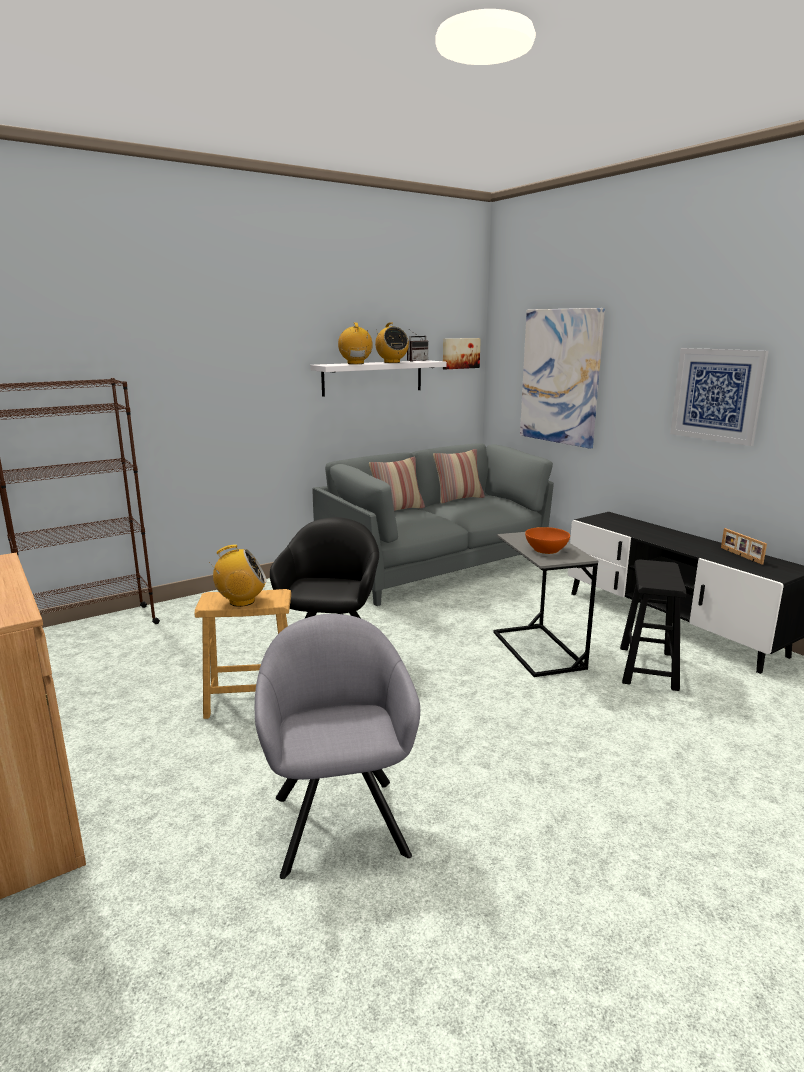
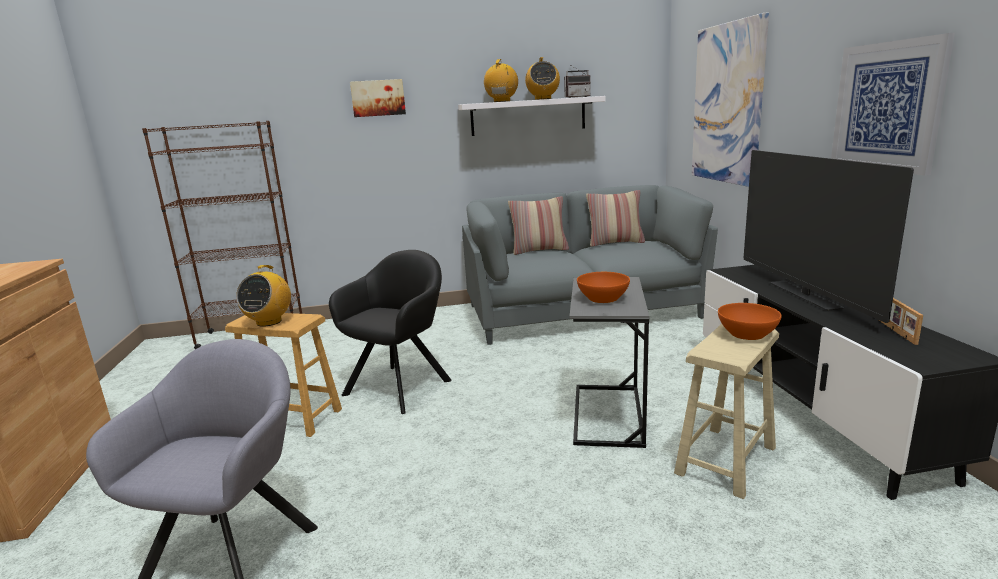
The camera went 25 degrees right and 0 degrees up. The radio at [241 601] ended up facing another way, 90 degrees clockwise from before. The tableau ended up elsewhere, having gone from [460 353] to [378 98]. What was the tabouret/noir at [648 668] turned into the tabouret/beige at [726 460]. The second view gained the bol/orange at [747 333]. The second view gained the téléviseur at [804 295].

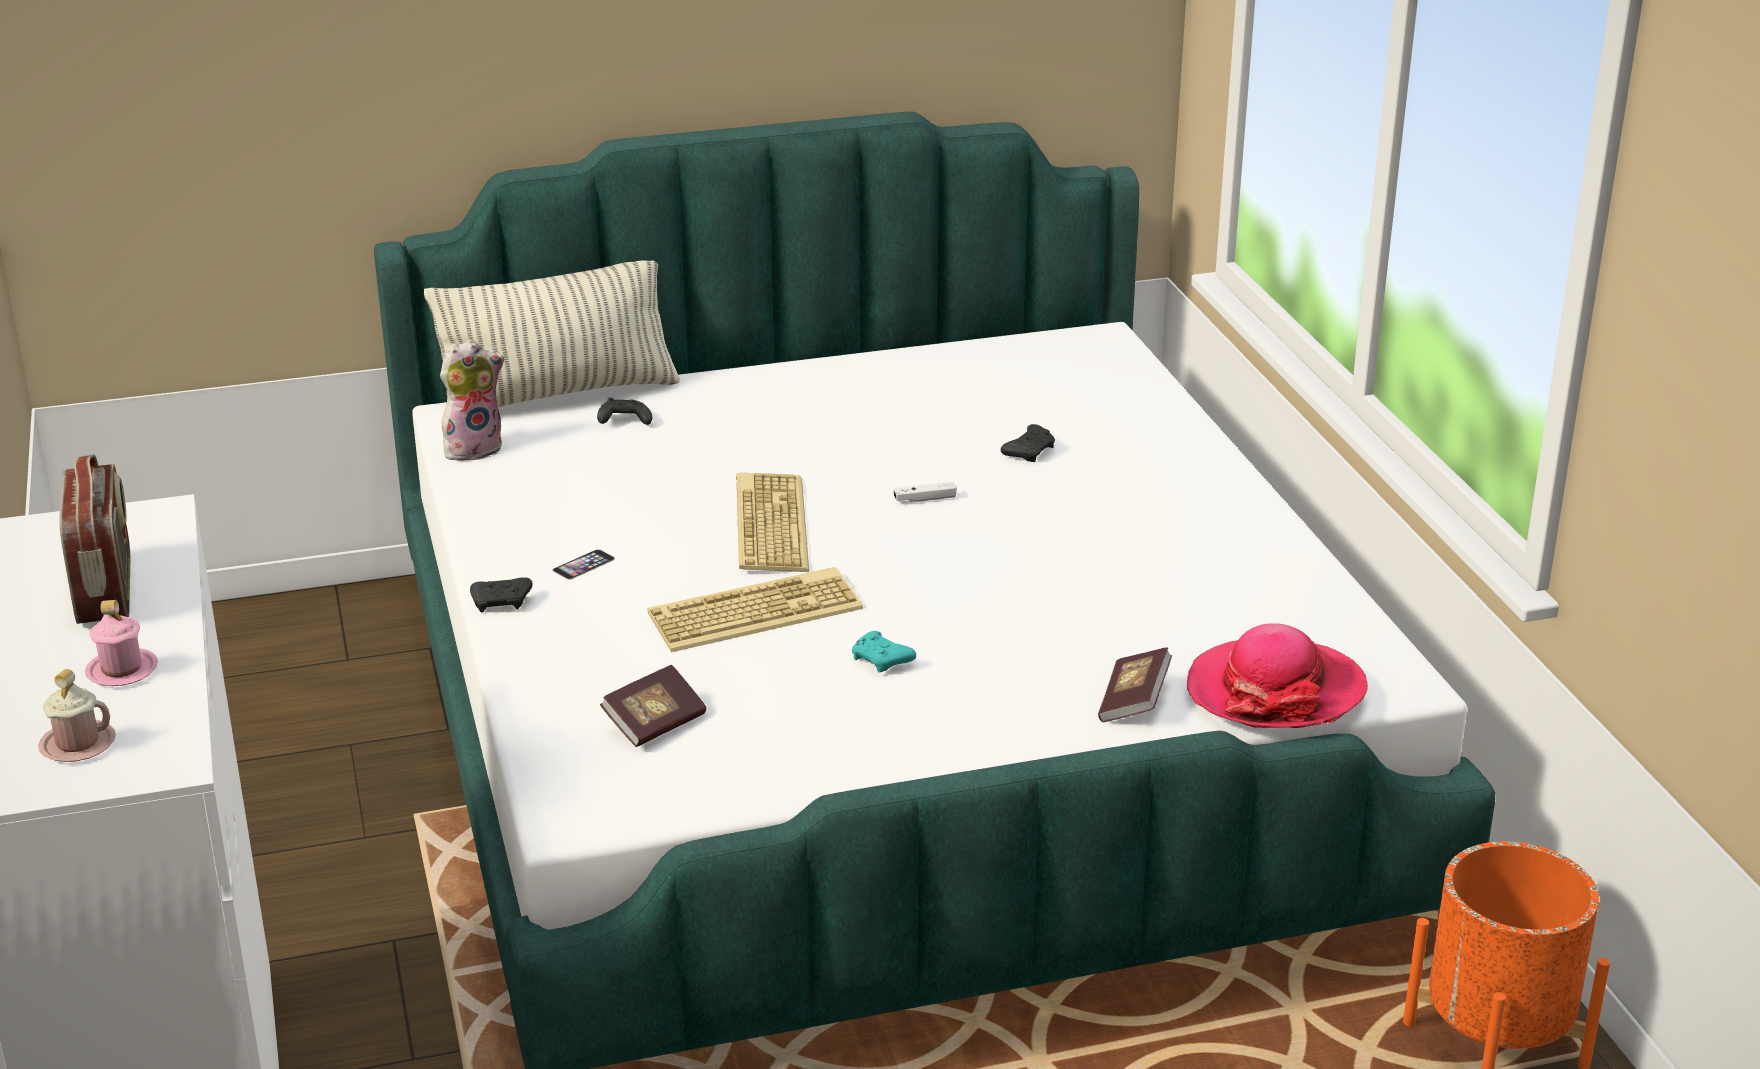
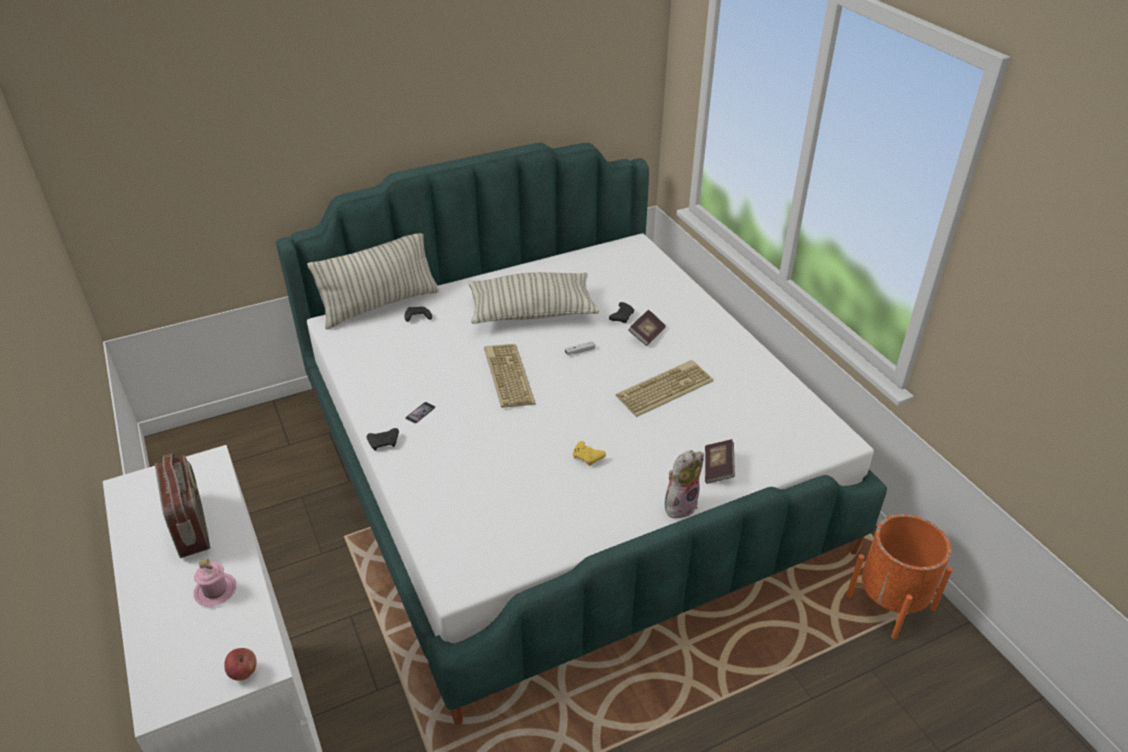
The camera went 10 degrees left and 10 degrees up. The second view lost the mug/rose at [78 744]. The peluche ended up elsewhere, having gone from [474 448] to [680 504]. The livre ended up elsewhere, having gone from [655 724] to [646 334]. The clavier ended up elsewhere, having gone from [755 610] to [664 388]. What was the manette/turquoise at [882 661] turned into the manette/jaune at [588 457]. The second view lost the chapeau at [1275 691]. The second view gained the pomme at [243 672]. The second view gained the coussin at [532 312].

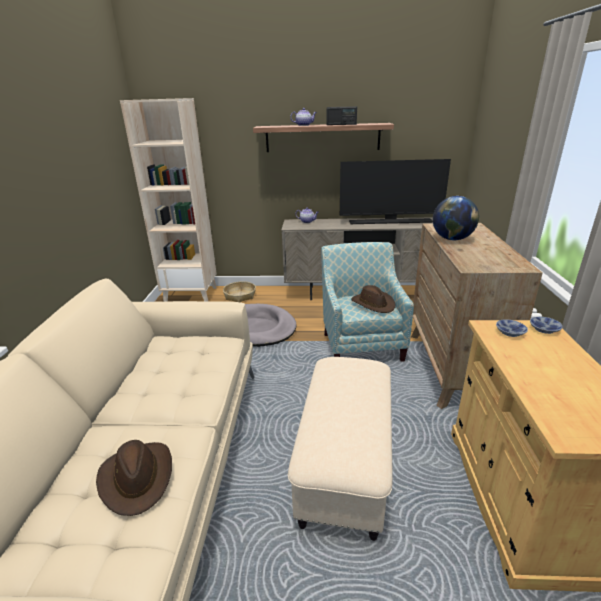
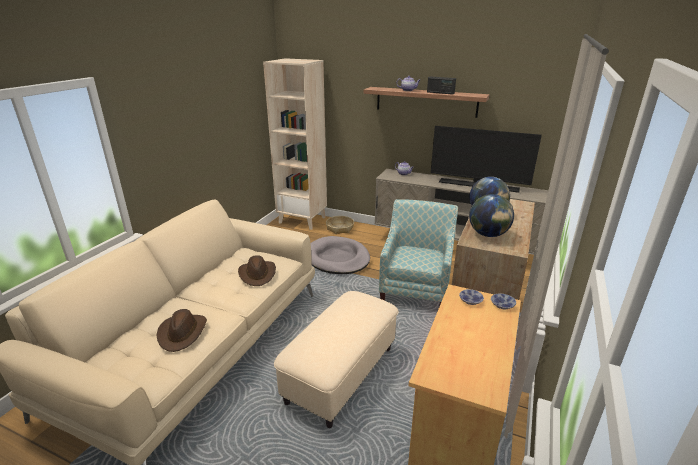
The camera went 20 degrees right and 0 degrees up. The chapeau/marron ended up elsewhere, having gone from [373 304] to [257 274]. The second view gained the globe at [488 235].

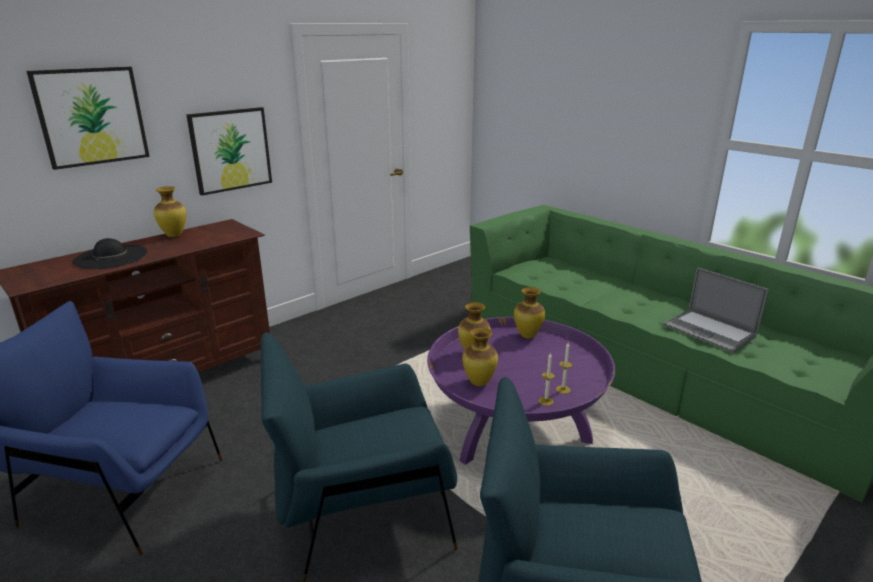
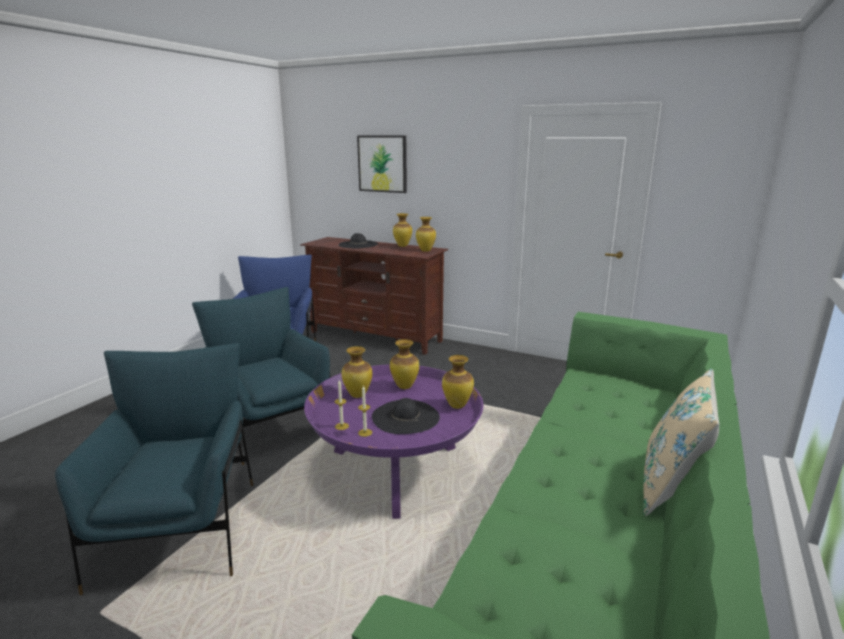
The camera went 70 degrees right and 5 degrees down. The second view lost the tableau at [230 150]. The second view lost the ordinateur portable at [709 330]. The second view gained the chapeau/noir at [405 417]. The second view gained the vase at [425 250]. The second view gained the coussin/beige at [670 486].

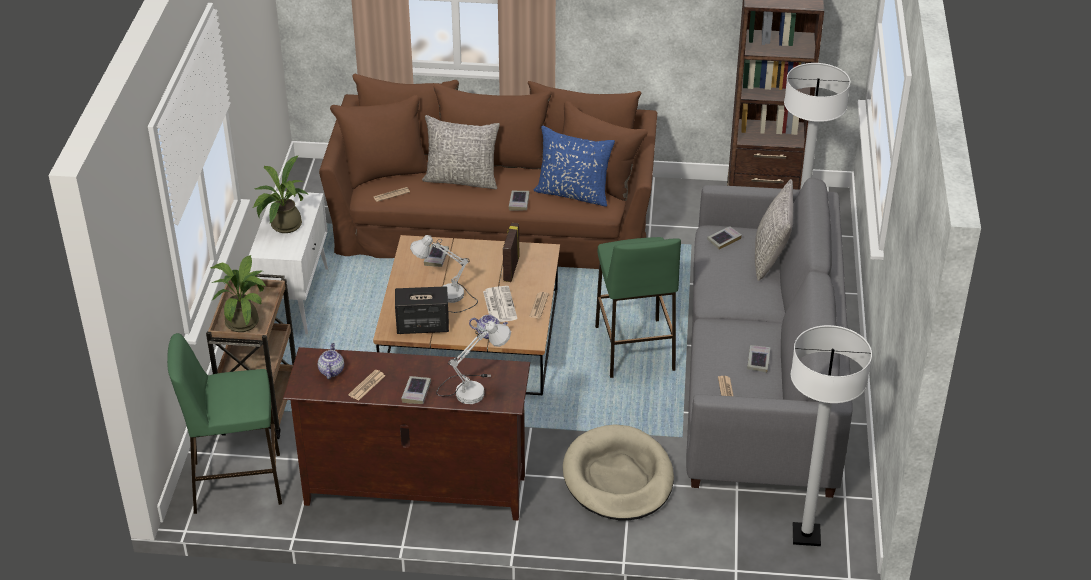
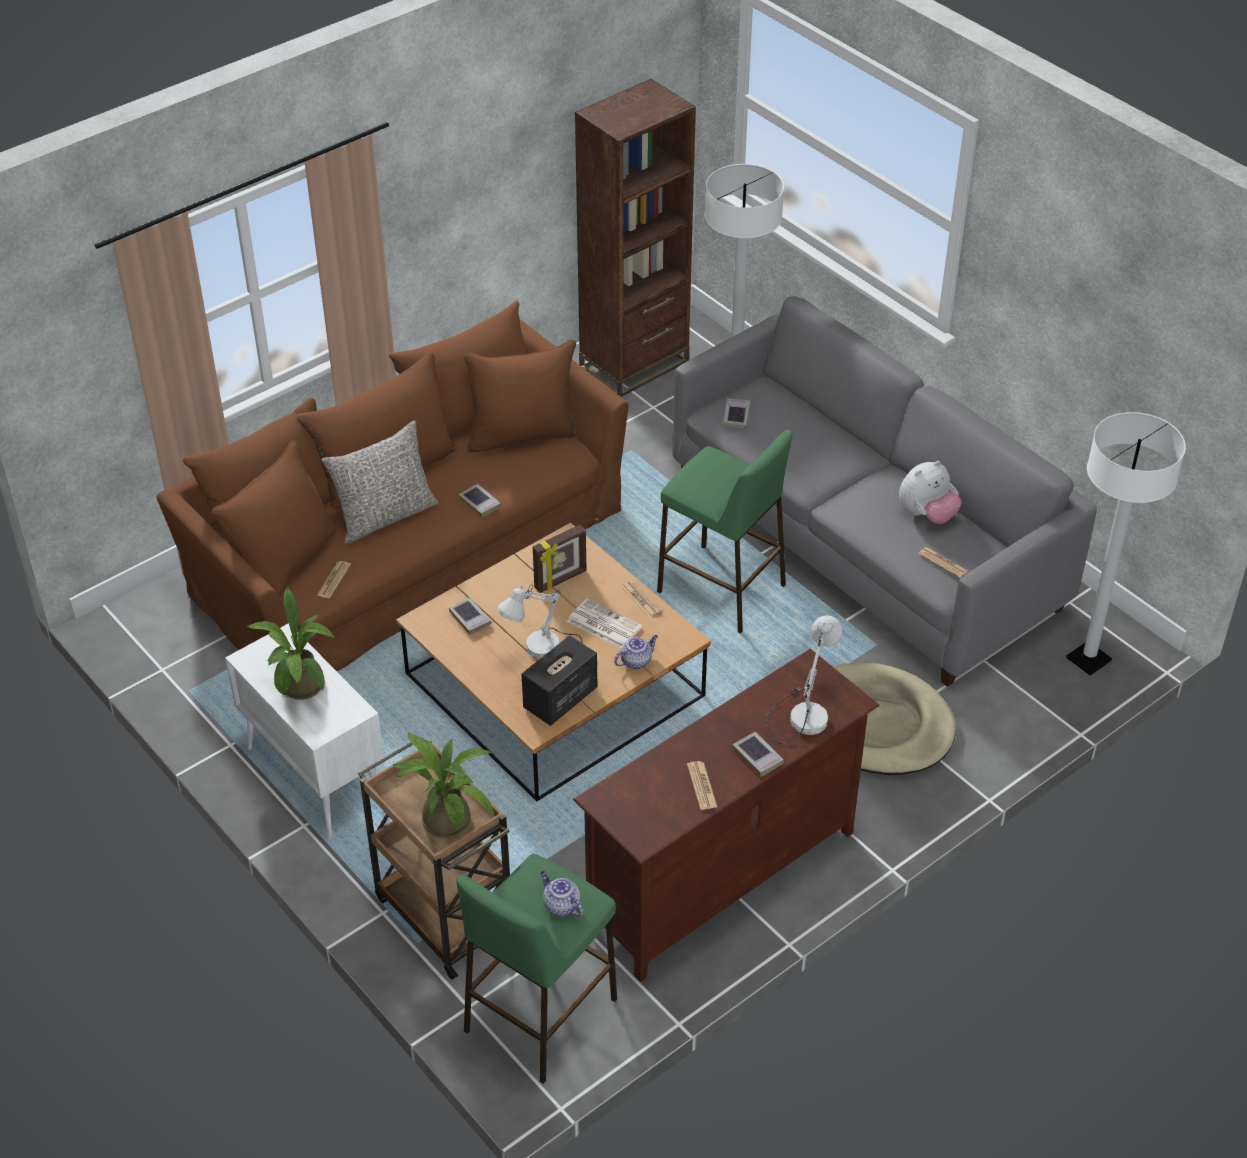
The camera went 45 degrees left and 5 degrees up. The théière ended up elsewhere, having gone from [331 371] to [560 905]. The cadre photo at [510 269] ended up facing another way, 90 degrees counterclockwise from before. The second view lost the coussin/bleu at [573 193]. Where the livre stood at [758 361], the peluche came to stand at [927 514]. The second view lost the coussin/gris at [771 257].

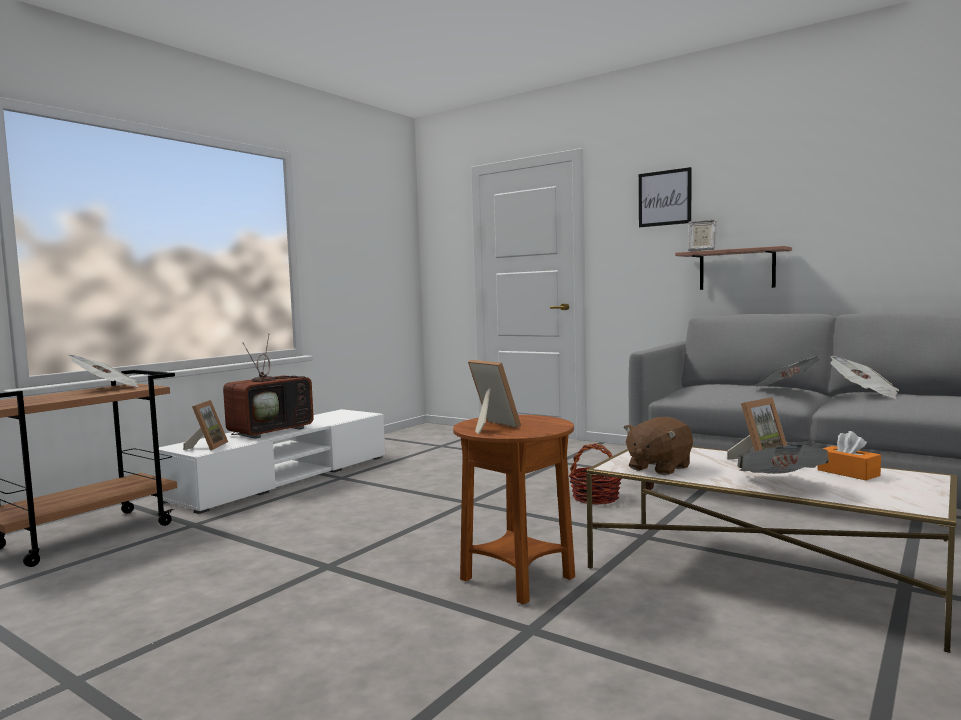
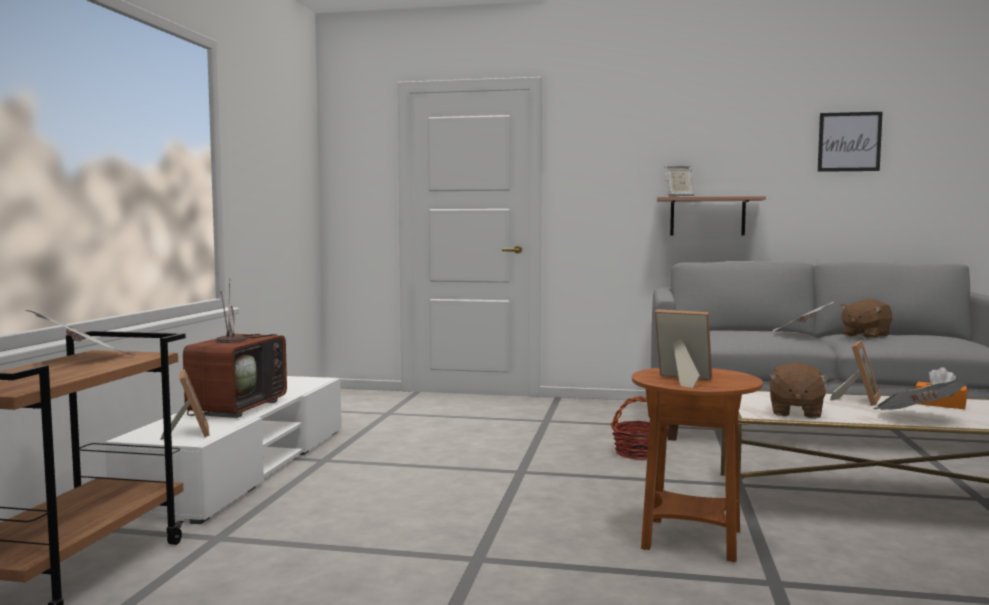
The camera went 25 degrees left and 0 degrees up. The tableau ended up elsewhere, having gone from [664 198] to [849 142]. Where the journal stood at [864 394], the peluche/marron came to stand at [865 335].

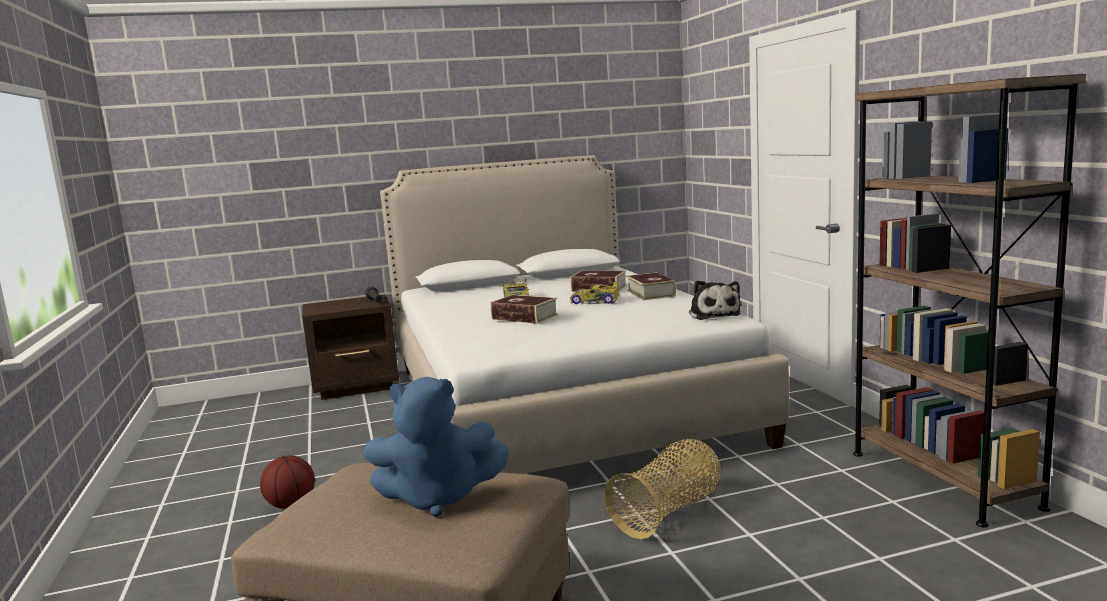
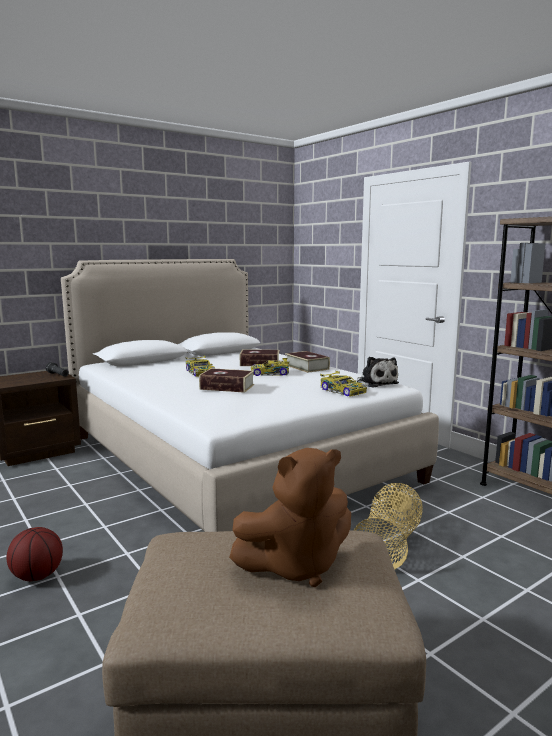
The camera went 20 degrees left and 0 degrees up. What was the peluche/bleu at [438 498] turned into the peluche/marron at [296 565]. The second view gained the petite voiture at [342 391].

